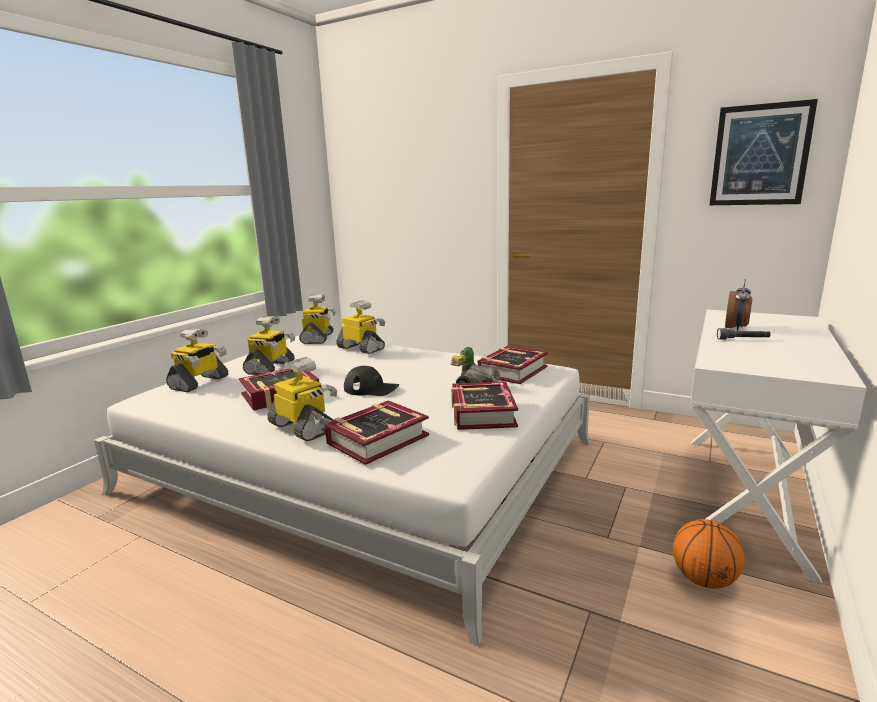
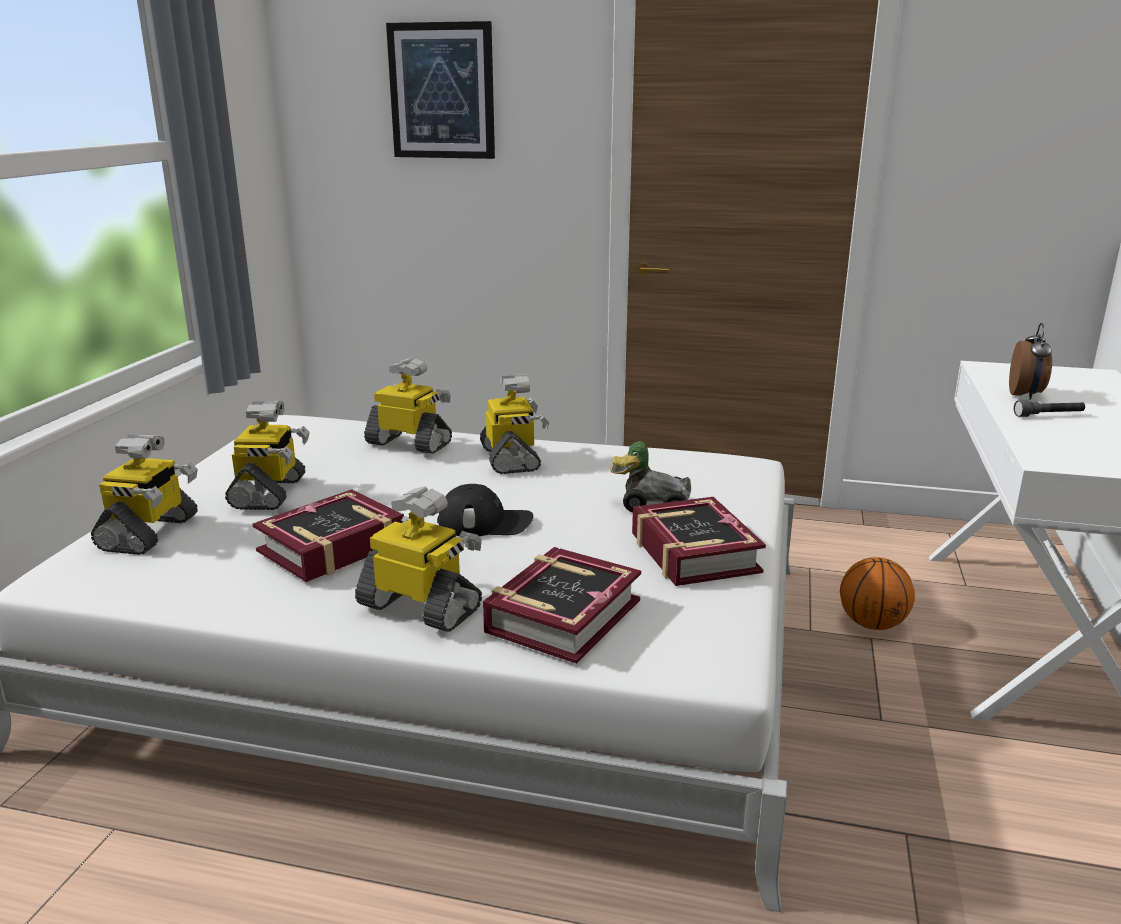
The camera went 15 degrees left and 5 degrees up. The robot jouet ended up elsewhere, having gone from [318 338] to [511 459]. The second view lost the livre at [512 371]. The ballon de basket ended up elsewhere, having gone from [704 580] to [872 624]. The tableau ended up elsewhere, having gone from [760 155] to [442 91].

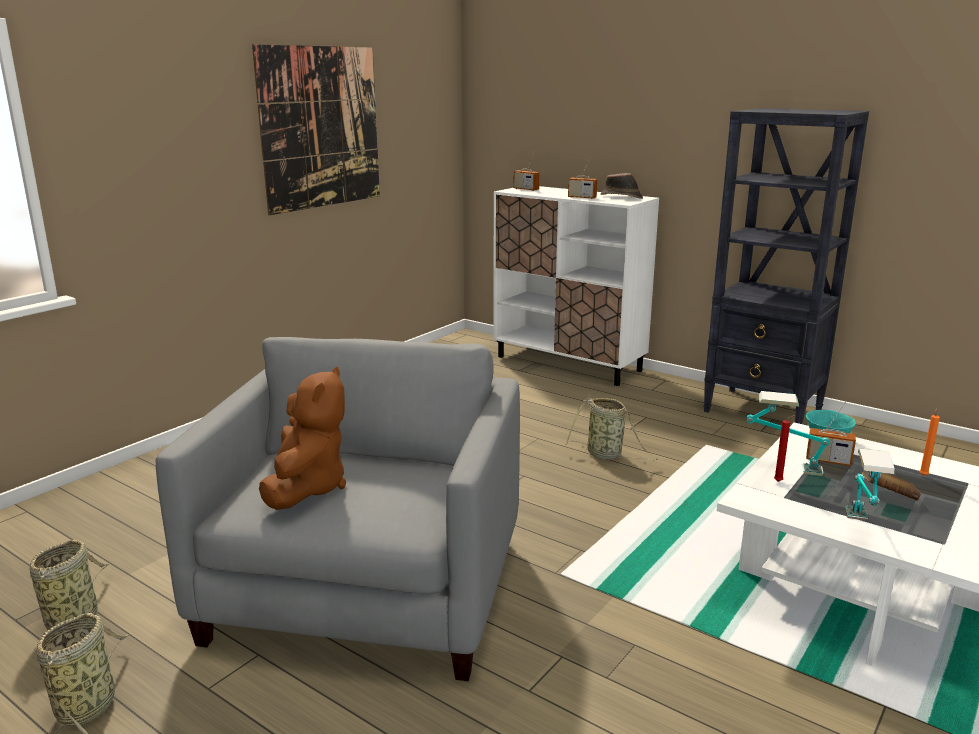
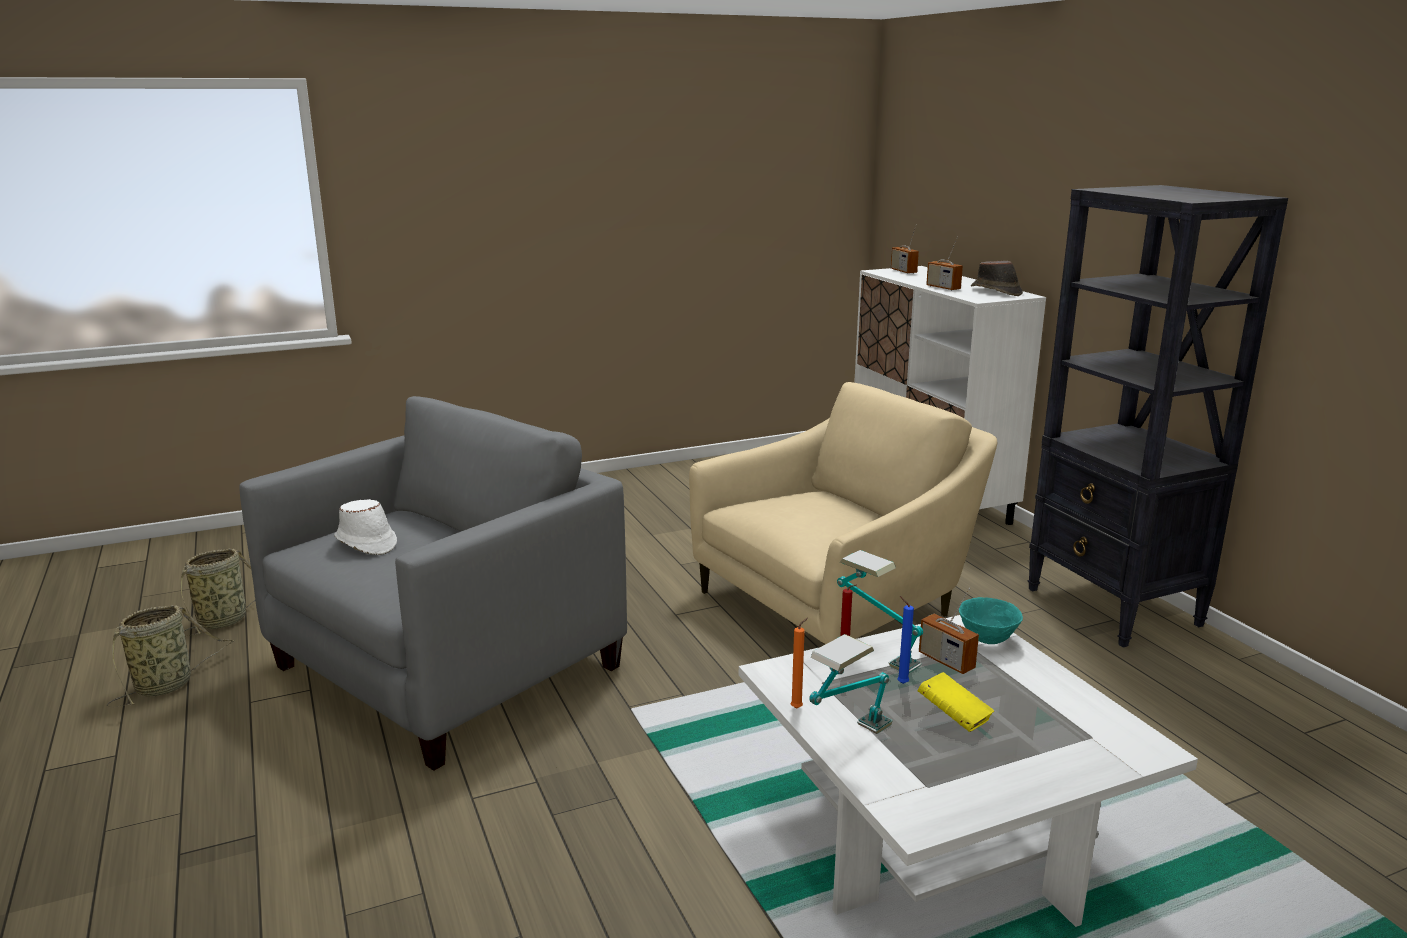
The camera went 30 degrees right and 0 degrees up. The second view lost the tableau at [321 128]. Where the peluche/marron stood at [307 487], the chapeau/blanc came to stand at [366 543]. Where the panier stood at [607 455], the fauteuil/beige came to stand at [838 608]. What was the livre/marron at [887 495] turned into the livre/jaune at [954 717]. The bougie/orange ended up elsewhere, having gone from [923 475] to [798 708]. The second view gained the bougie/bleu at [901 683].

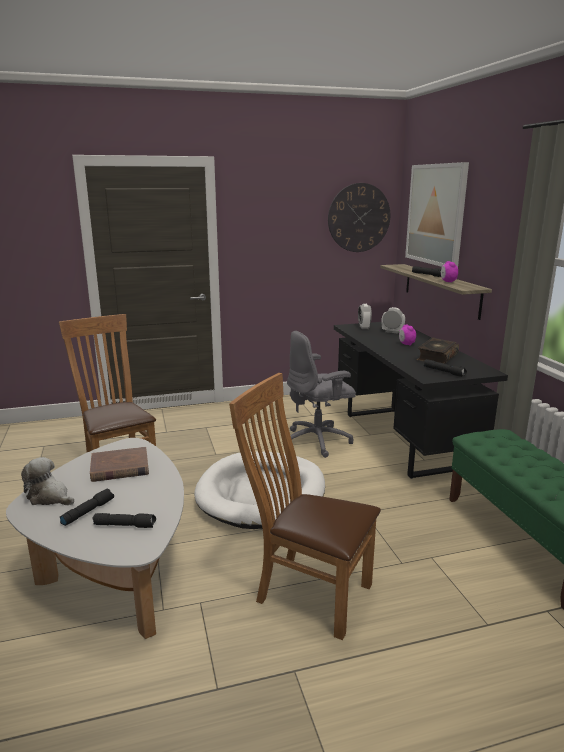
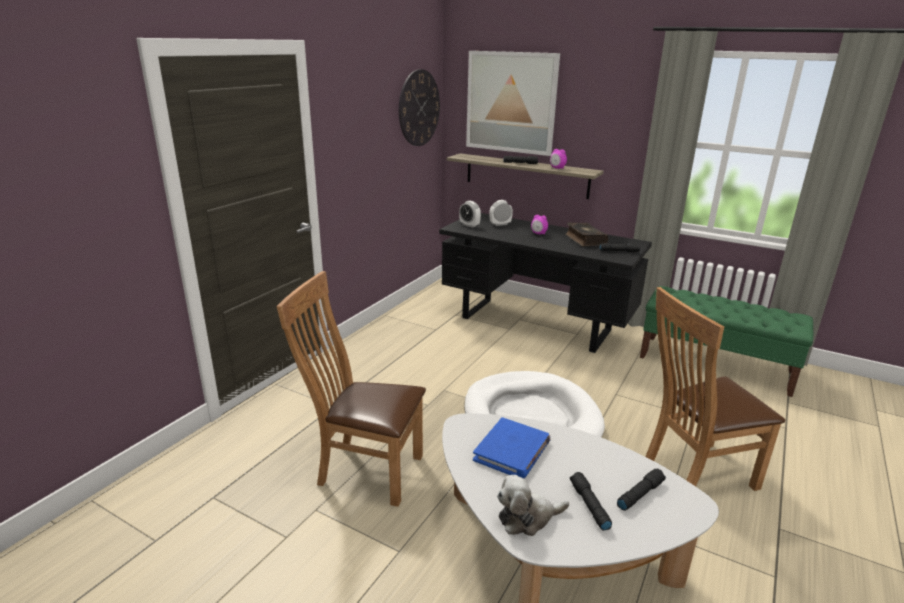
The camera went 45 degrees left and 5 degrees up. What was the livre/marron at [120 467] turned into the livre/bleu at [512 451]. The second view lost the chaise de bureau/gris at [318 441].

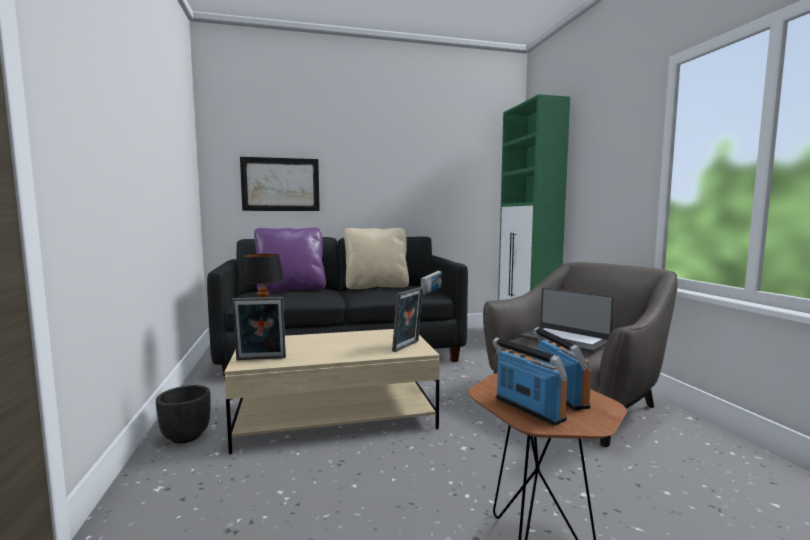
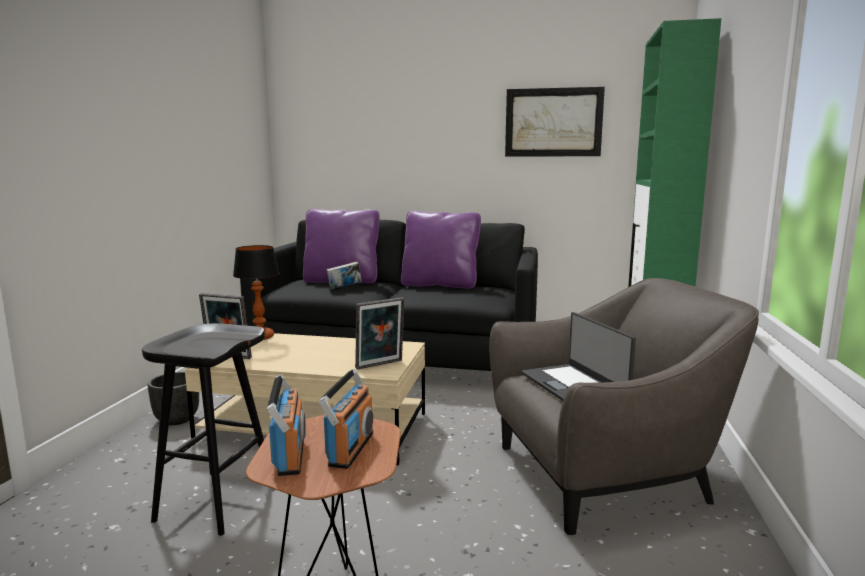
The camera went 25 degrees right and 5 degrees up. The tableau ended up elsewhere, having gone from [280 184] to [553 122]. What was the coussin/beige at [376 287] turned into the coussin/violet at [440 285]. The livre ended up elsewhere, having gone from [431 293] to [344 288]. The second view gained the tabouret/noir at [216 500].

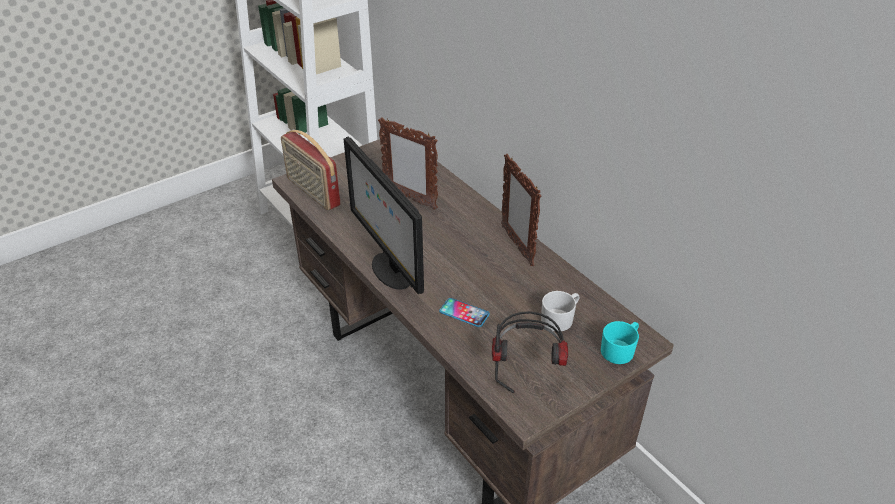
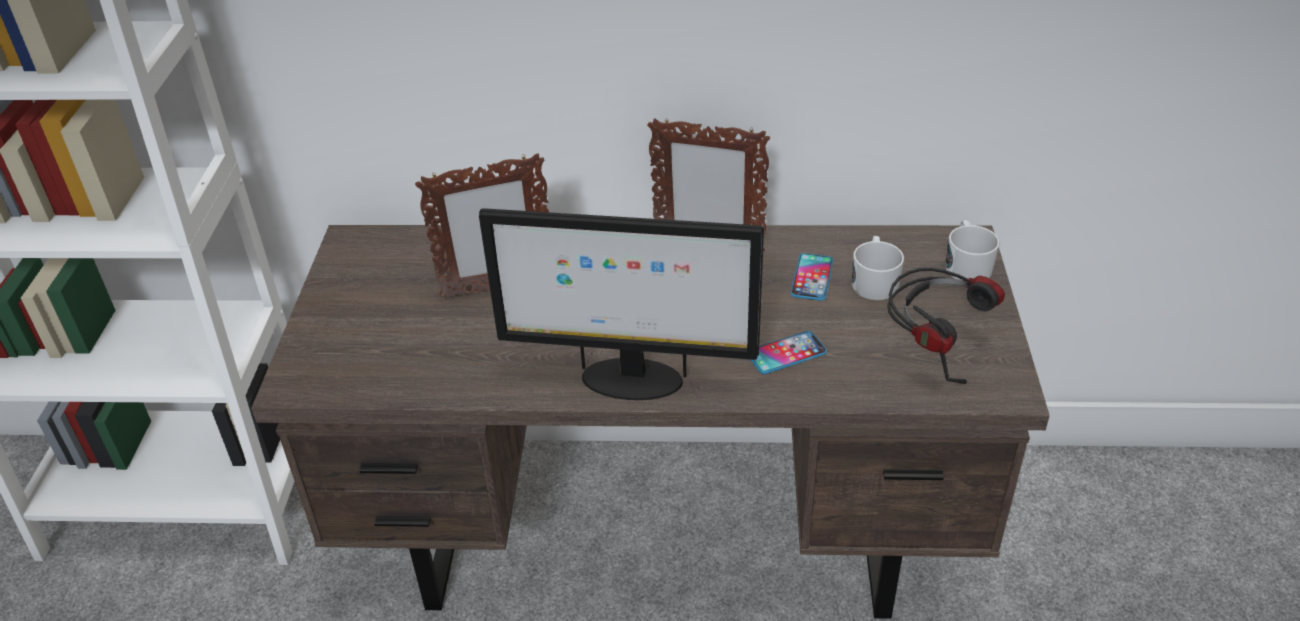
The camera went 50 degrees left and 0 degrees up. The second view lost the radio at [312 192]. What was the mug/turquoise at [620 349] turned into the mug/blanc at [966 265]. The second view gained the téléphone at [812 278].

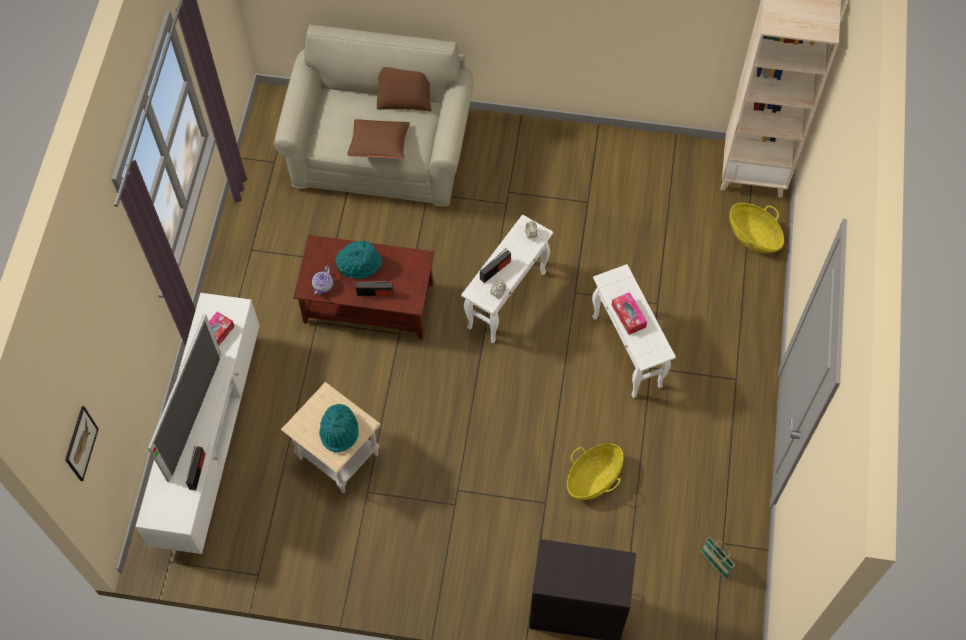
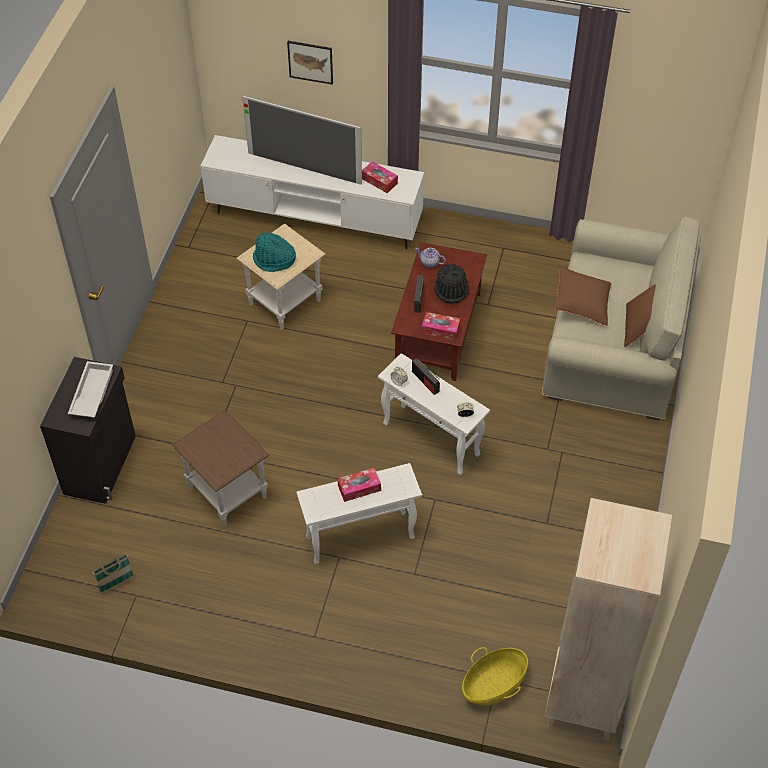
The camera went 95 degrees right and 10 degrees down. The tableau ended up elsewhere, having gone from [81 443] to [310 62]. The second view lost the radio at [197 471]. What was the chapeau/turquoise at [359 263] turned into the chapeau/noir at [451 289]. Where the panier stood at [593 478], the table d'appoint/marron came to stand at [227 492]. The second view gained the plateau/blanc at [91 393]. The second view gained the boîte à mouchoirs at [440 329].

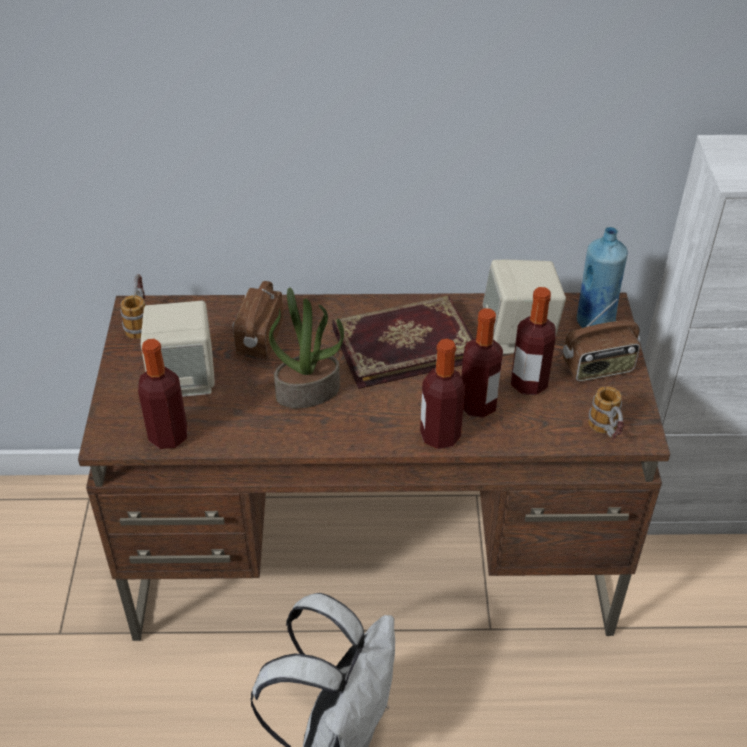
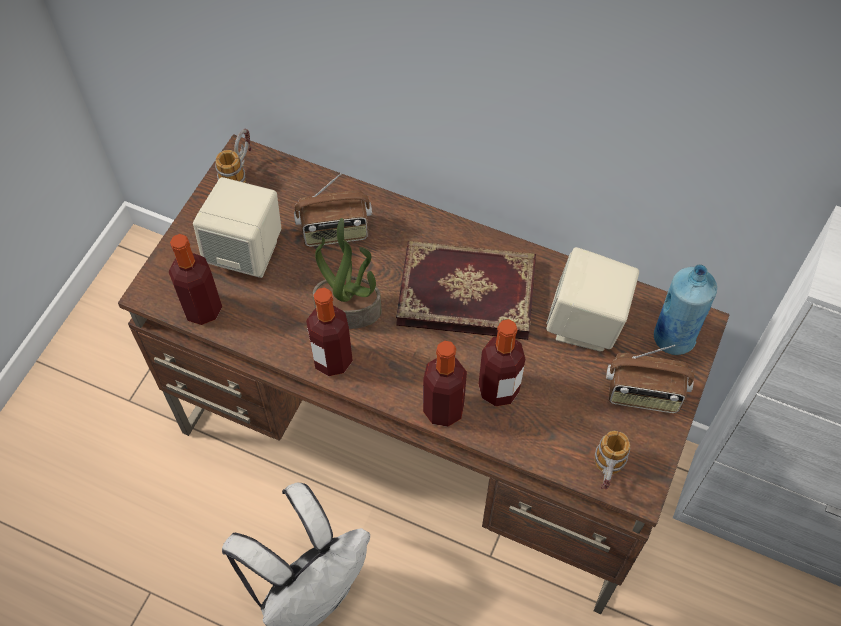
The camera went 25 degrees right and 15 degrees up. The radio at [259 338] ended up facing another way, 135 degrees counterclockwise from before. The bouteille ended up elsewhere, having gone from [528 383] to [332 360].

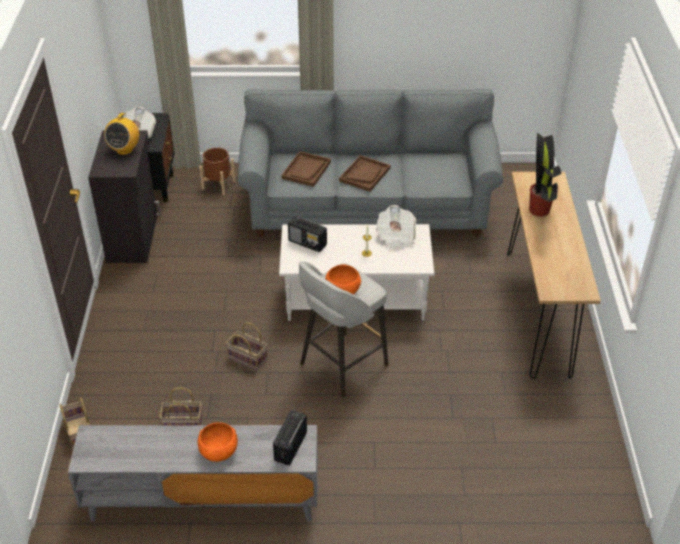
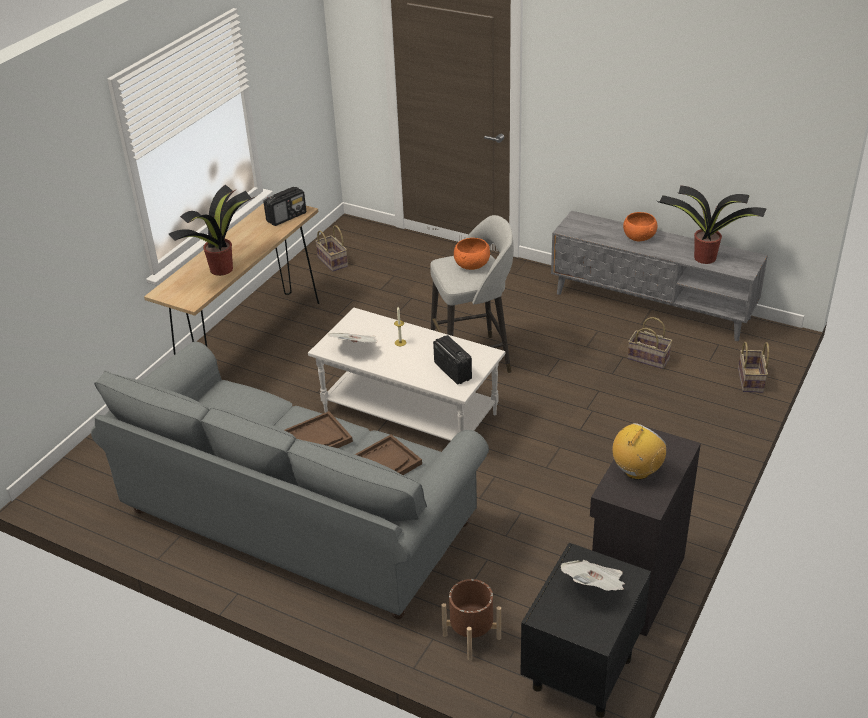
The camera went 150 degrees left and 5 degrees down. The panier ended up elsewhere, having gone from [246 358] to [333 262]. The radio ended up elsewhere, having gone from [290 447] to [287 217]. The second view gained the plante en pot at [703 257].

